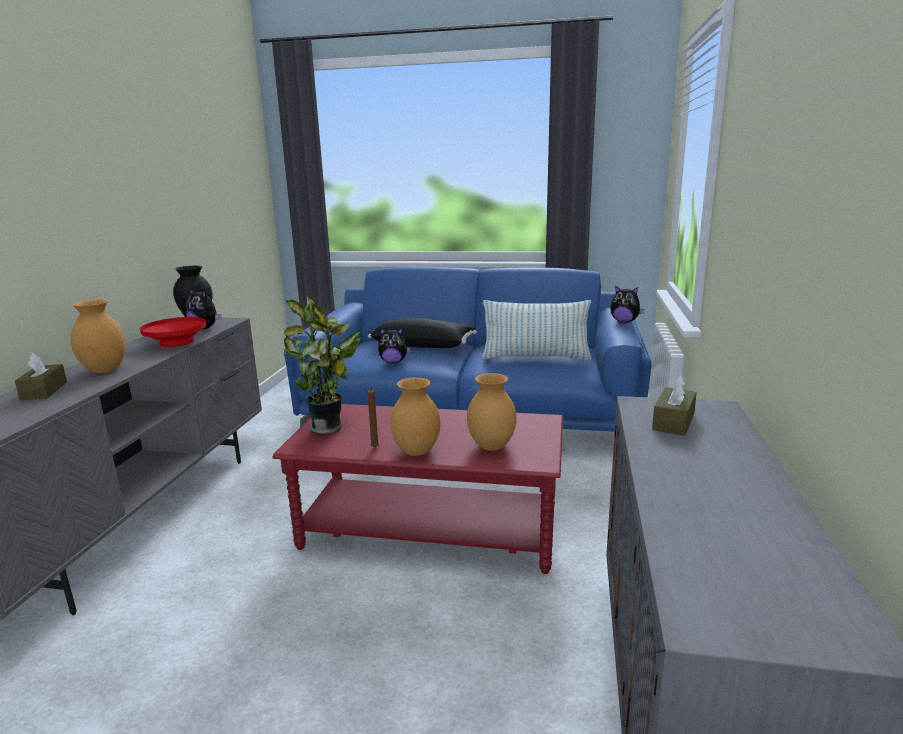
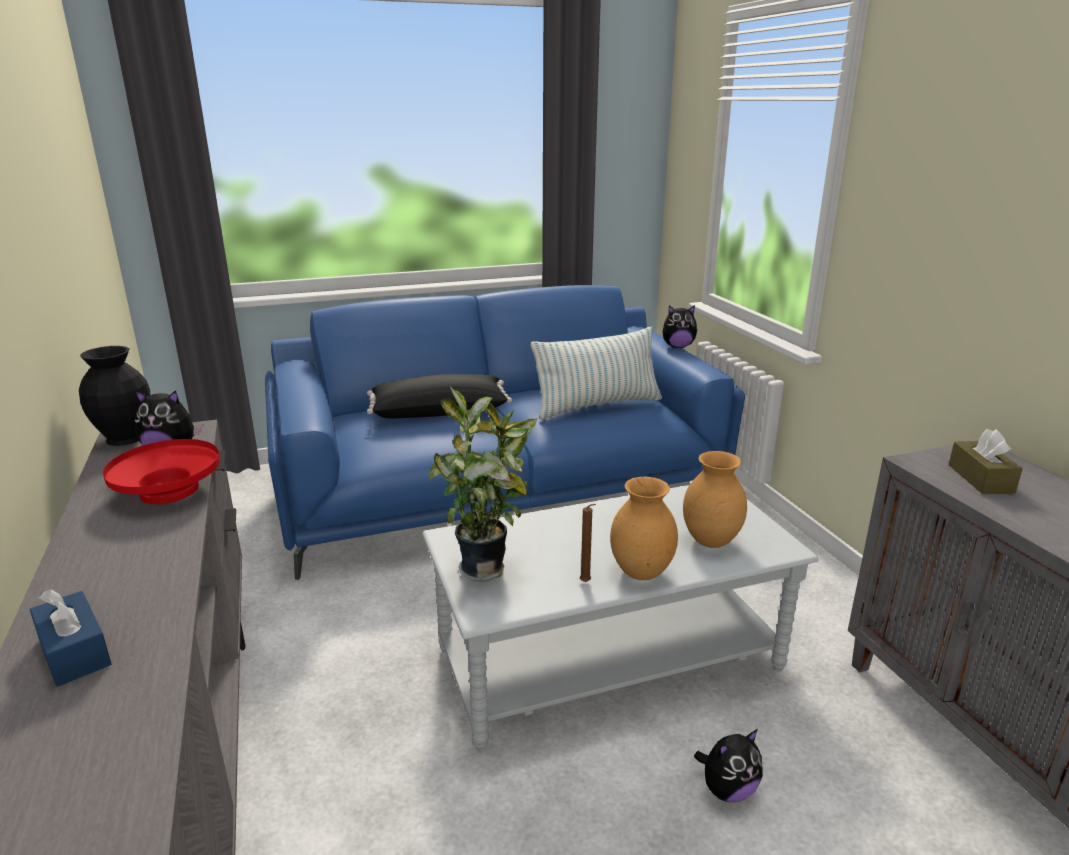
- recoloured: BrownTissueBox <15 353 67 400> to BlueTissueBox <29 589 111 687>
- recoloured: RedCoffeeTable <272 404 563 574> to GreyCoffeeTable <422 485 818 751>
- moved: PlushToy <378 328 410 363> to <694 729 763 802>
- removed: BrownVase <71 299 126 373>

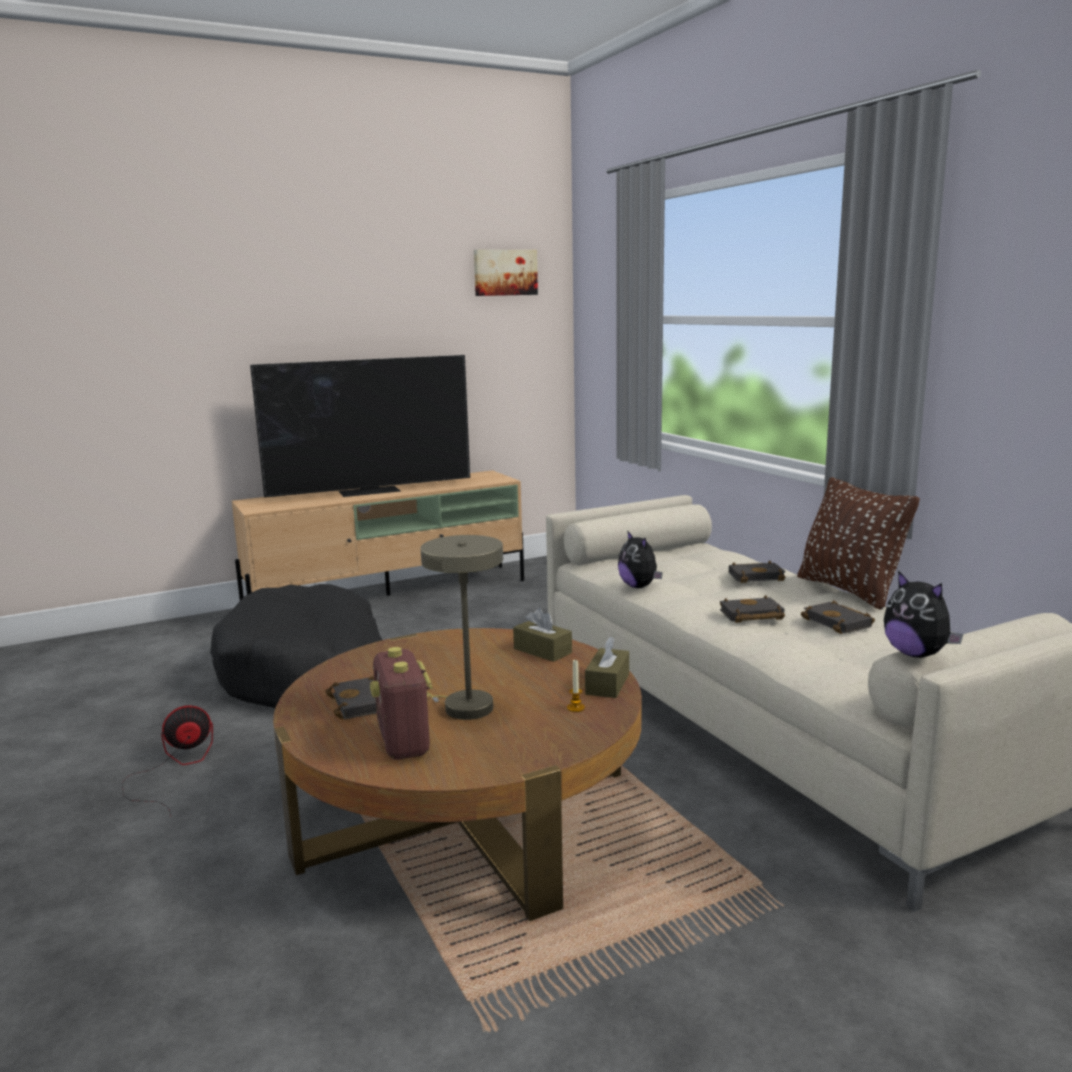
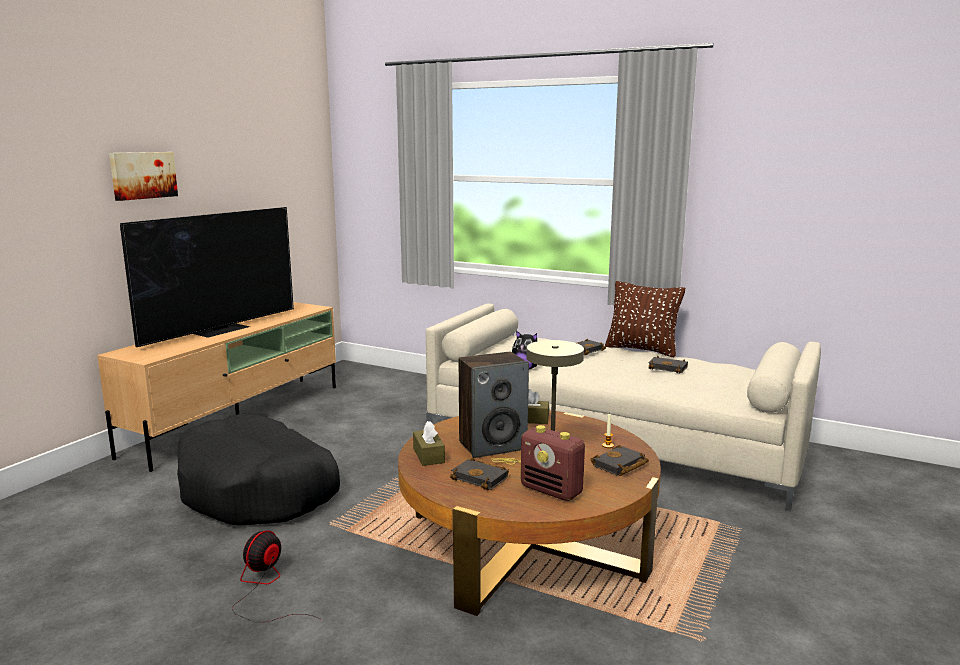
- moved: Picture <474 250 538 296> to <109 152 178 201>
- moved: BrownTissueBox <585 637 629 698> to <413 421 445 466>
- added: Speaker <459 352 529 458>
- moved: BlackBook <720 595 785 623> to <590 445 649 476>
- removed: PlushToy <884 571 963 658>

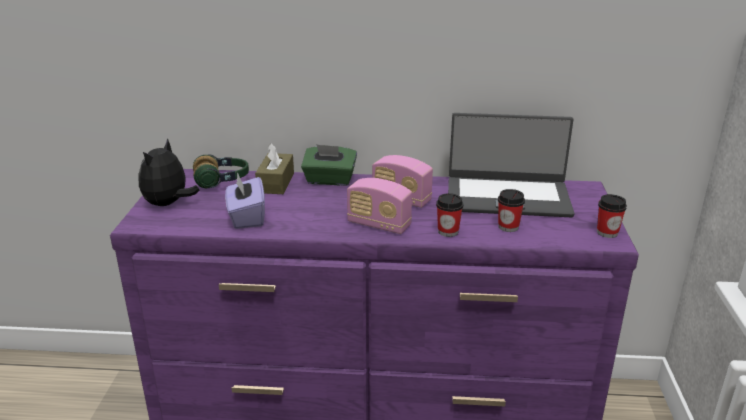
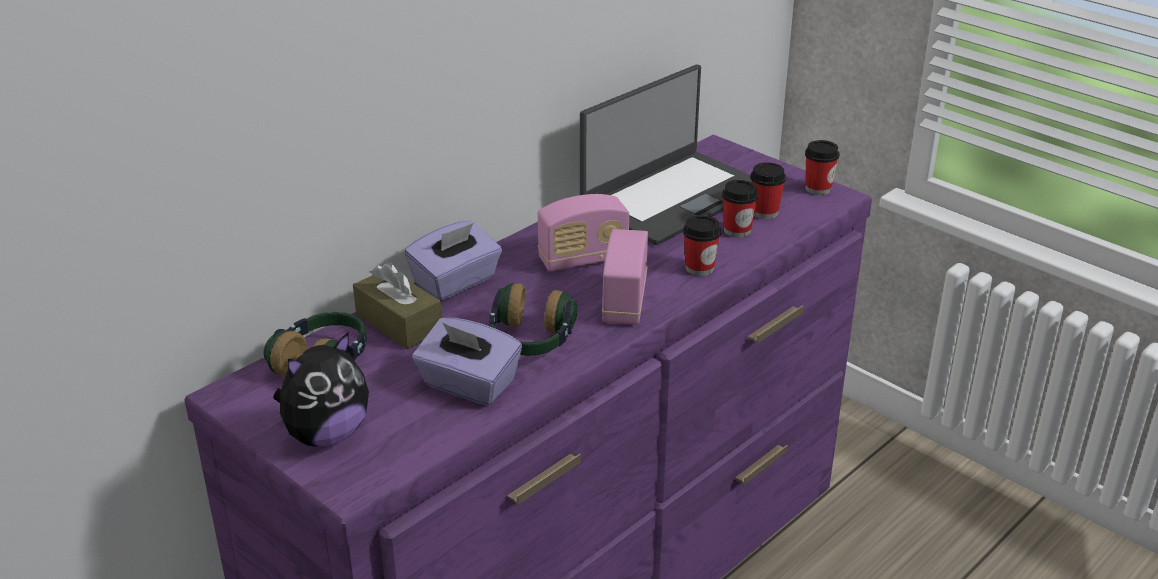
- turned: PlushToy <139 138 200 206> = <273 332 369 447> 105 degrees counterclockwise
- recoloured: GreenTissueBox <301 144 357 186> to PurpleTissueBox <405 221 502 300>
- added: Headphones <489 283 577 356>
- turned: Radio <347 178 412 234> = <602 229 648 324> 120 degrees clockwise
- added: Cup <751 162 786 219>

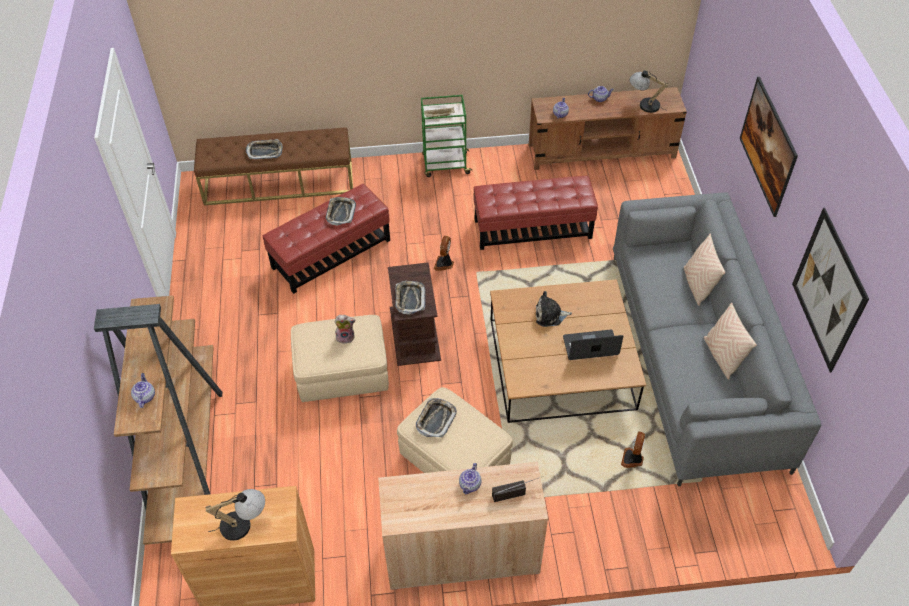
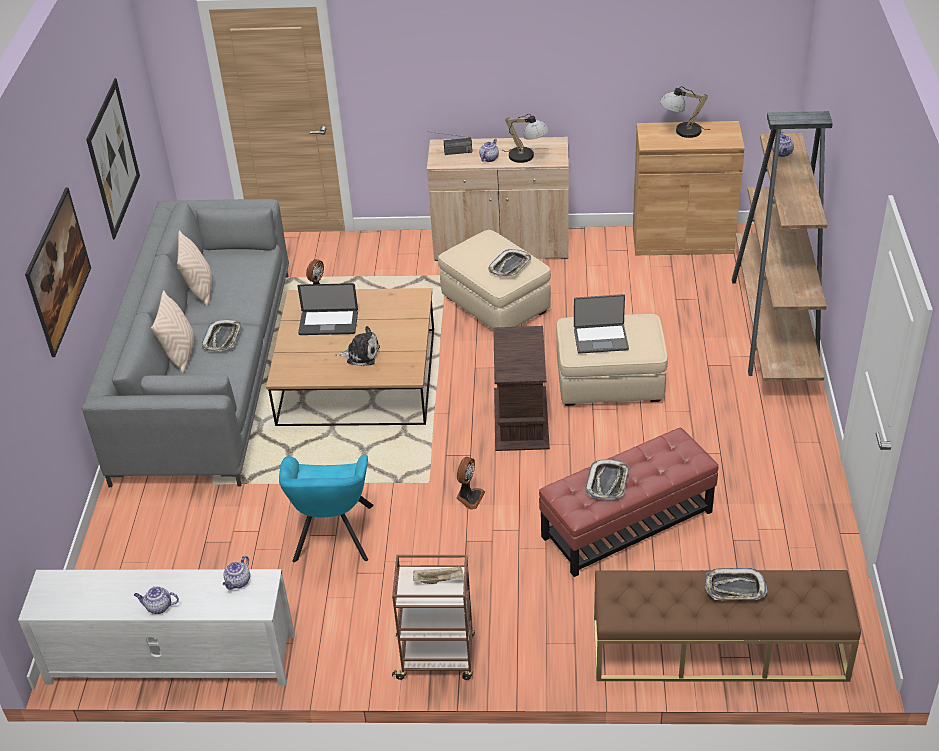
- recoloured: BrownTvStand <529 87 687 170> to WhiteTvStand <18 569 295 685>
- moved: Tray <395 281 426 315> to <202 319 242 351>
- replaced: RedOttoman <474 176 598 250> to TurquoiseArmchair <279 455 373 562>
- recoloured: GreenCart <421 95 473 177> to BrownCart <392 555 475 680>
- moved: TableLamp <630 71 668 113> to <502 114 549 163>
- replaced: PlushToy <334 315 356 344> to Laptop <574 294 629 354>

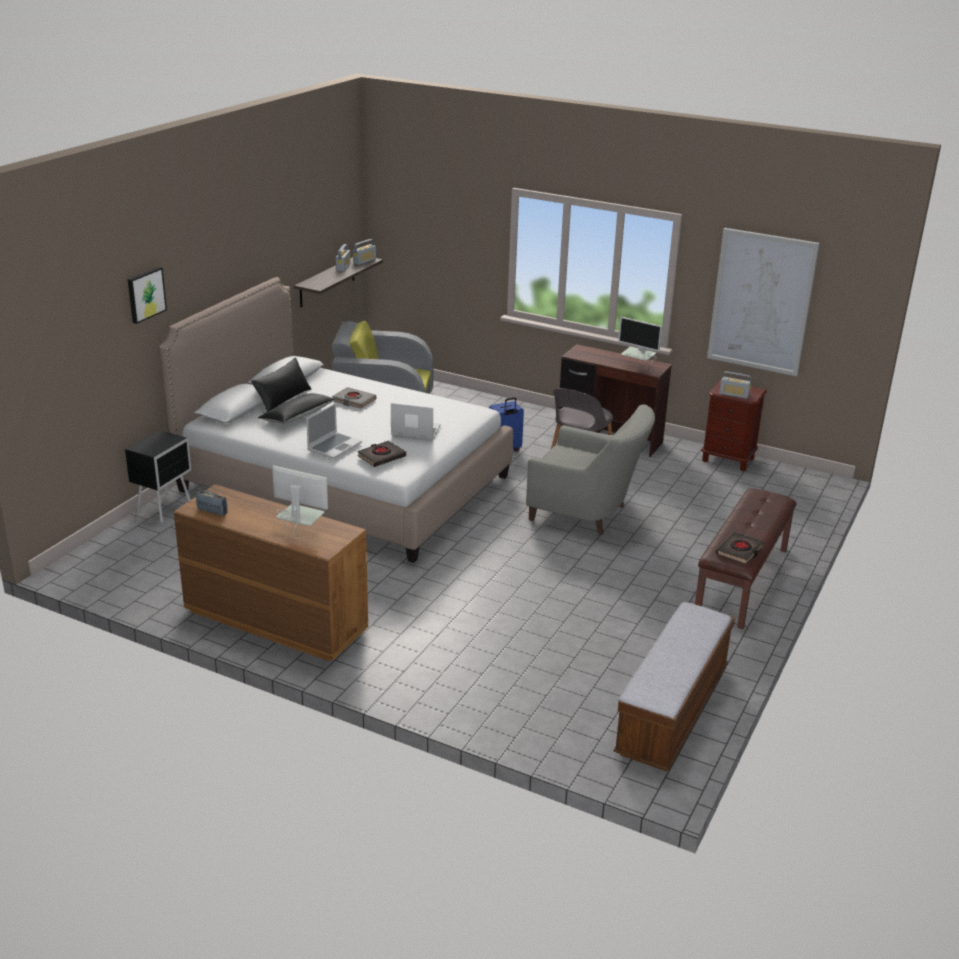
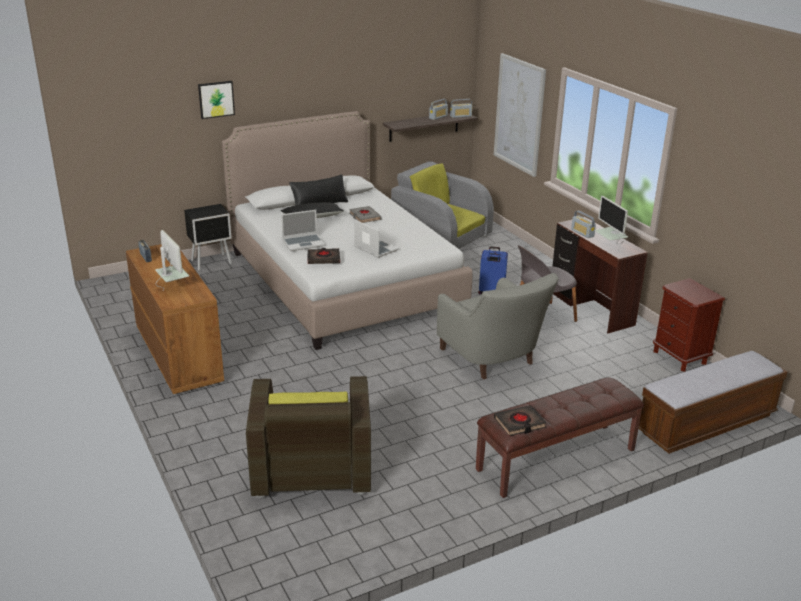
- added: BrownArmchair <246 376 371 499>
- moved: Picture <707 228 820 376> to <494 53 546 177>
- moved: Radio <720 371 752 399> to <571 210 596 238>
- moved: Bench <614 602 735 771> to <638 351 787 454>

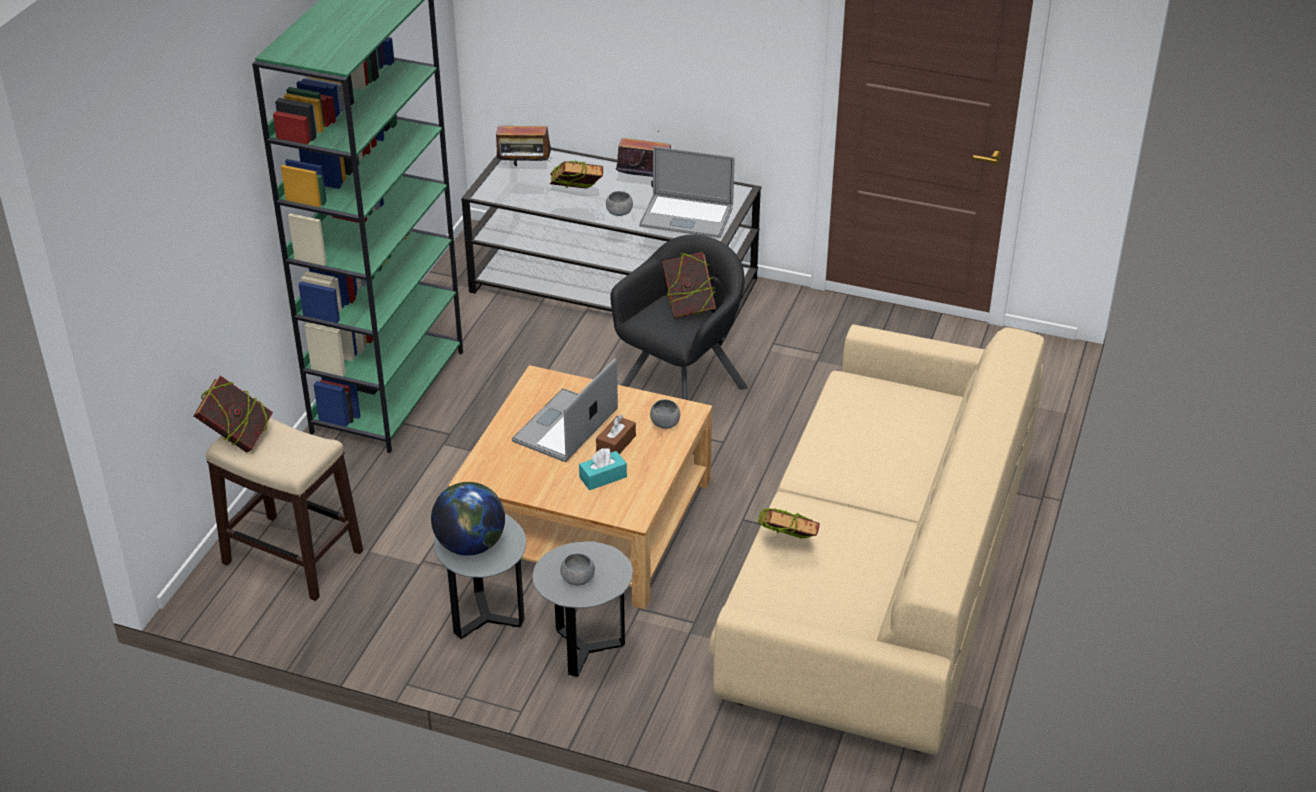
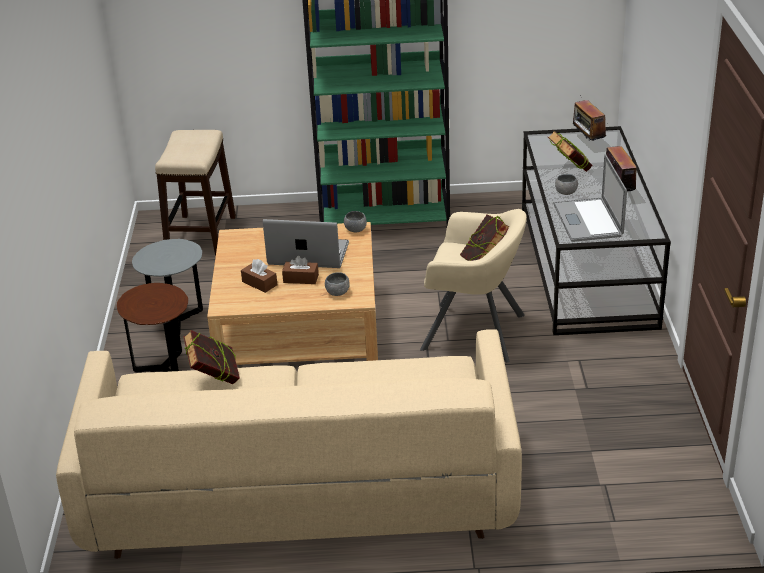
- recoloured: GreySideTable <532 541 633 677> to BrownSideTable <117 283 188 372>
- recoloured: TurquoiseTissueBox <579 448 627 490> to BrownTissueBox <241 259 277 293>
- moved: GreyBowl <560 553 595 586> to <344 211 367 232>
- recoloured: BlackArmchair <611 234 748 400> to BeigeArmchair <420 209 527 363>
- removed: Book <193 376 273 453>
- removed: Globe <431 482 505 556>

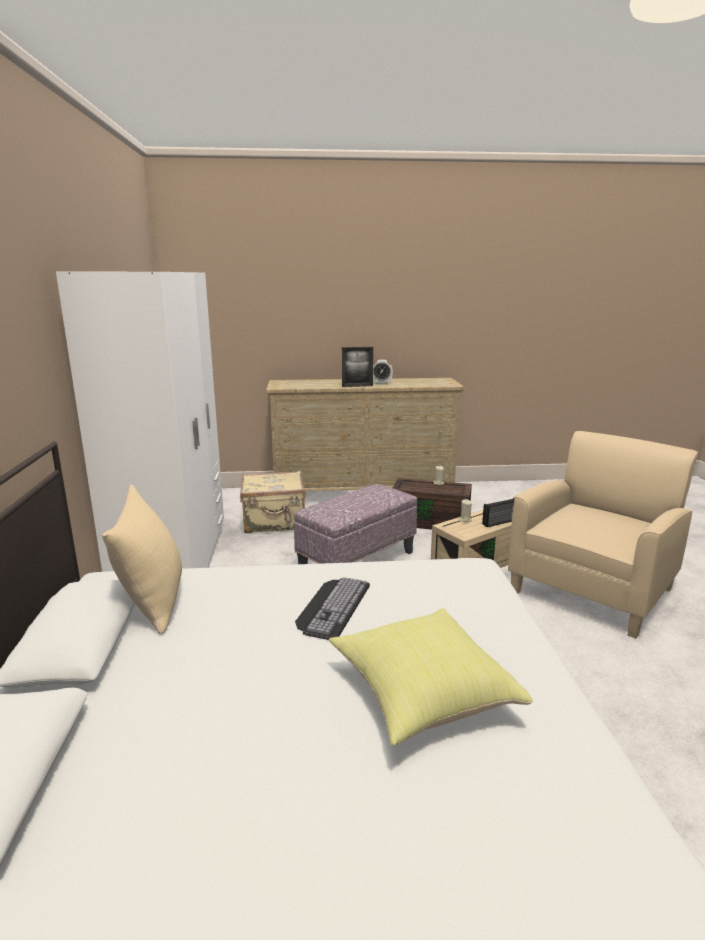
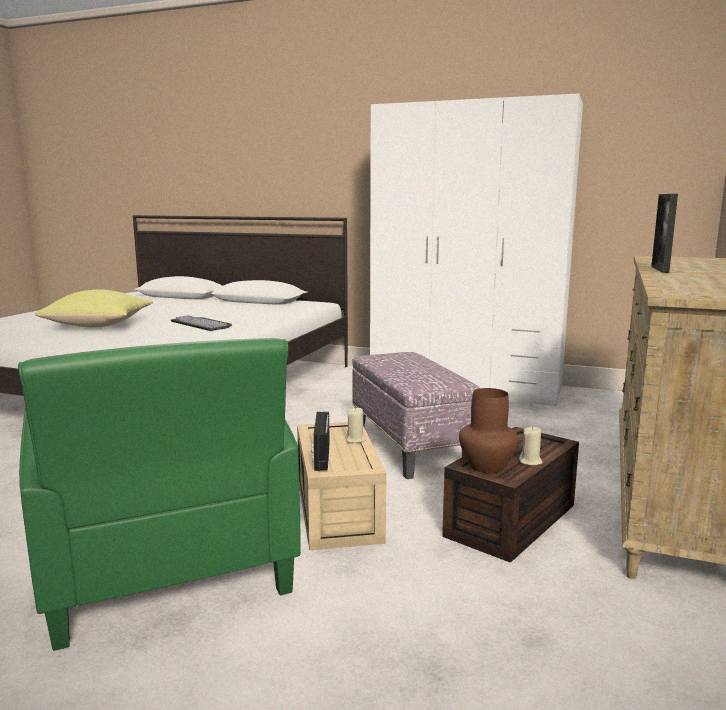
- recoloured: BeigeArmchair <508 431 699 639> to GreenArmchair <18 338 301 651>
- added: BrownVase <459 388 518 473>
- removed: BeigePillow <102 485 182 634>
- removed: BeigeSuitcase <240 471 305 533>
- removed: AlarmClock <373 360 393 384>

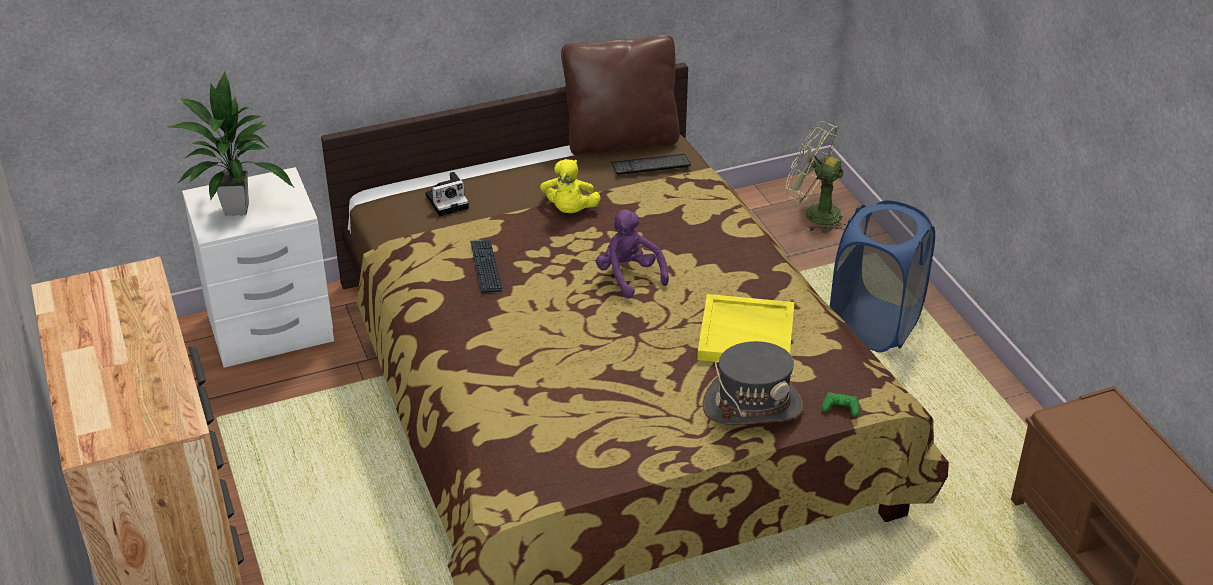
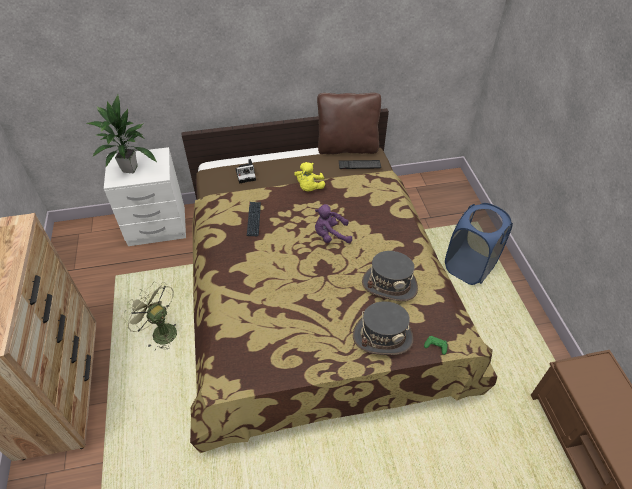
- moved: GreenFan <786 121 847 234> to <122 281 177 349>
- turned: PurplePlushToy <596 209 669 299> = <315 204 352 243> 75 degrees counterclockwise
- replaced: YellowTray <697 294 795 362> to GreyHat <362 251 418 301>

